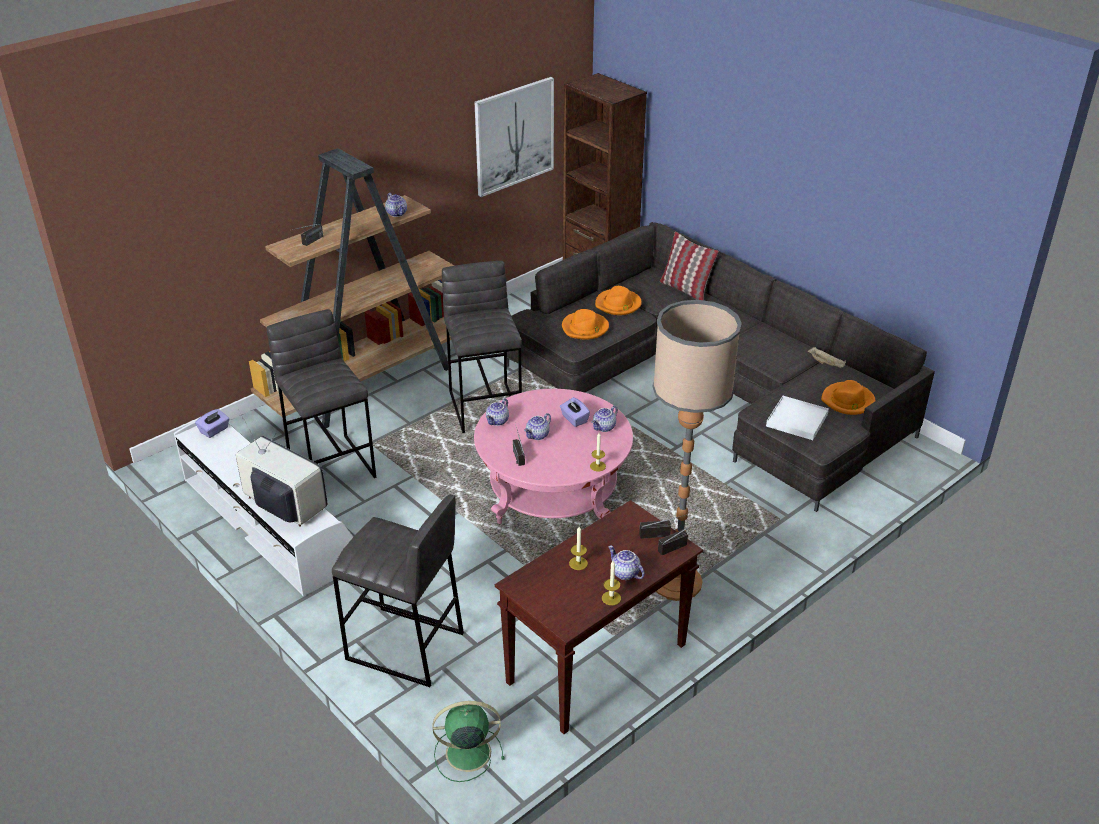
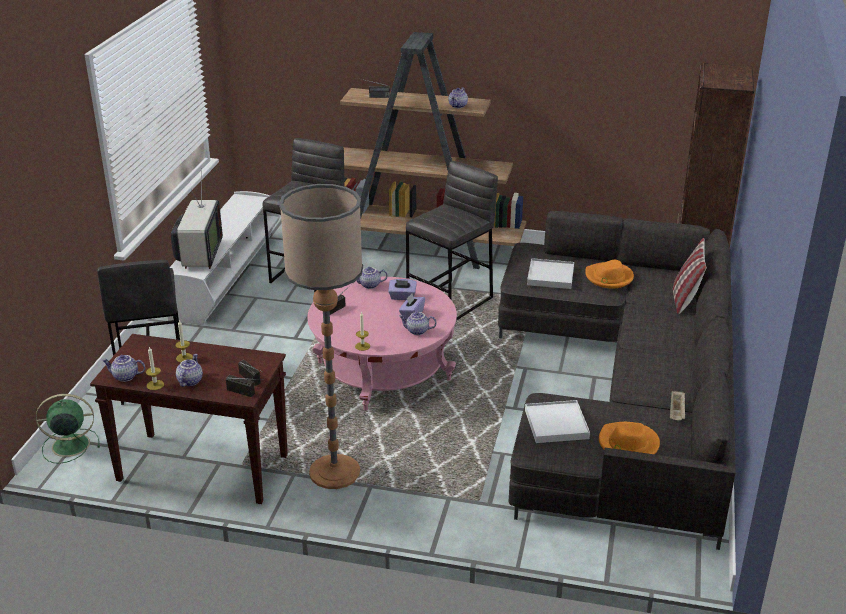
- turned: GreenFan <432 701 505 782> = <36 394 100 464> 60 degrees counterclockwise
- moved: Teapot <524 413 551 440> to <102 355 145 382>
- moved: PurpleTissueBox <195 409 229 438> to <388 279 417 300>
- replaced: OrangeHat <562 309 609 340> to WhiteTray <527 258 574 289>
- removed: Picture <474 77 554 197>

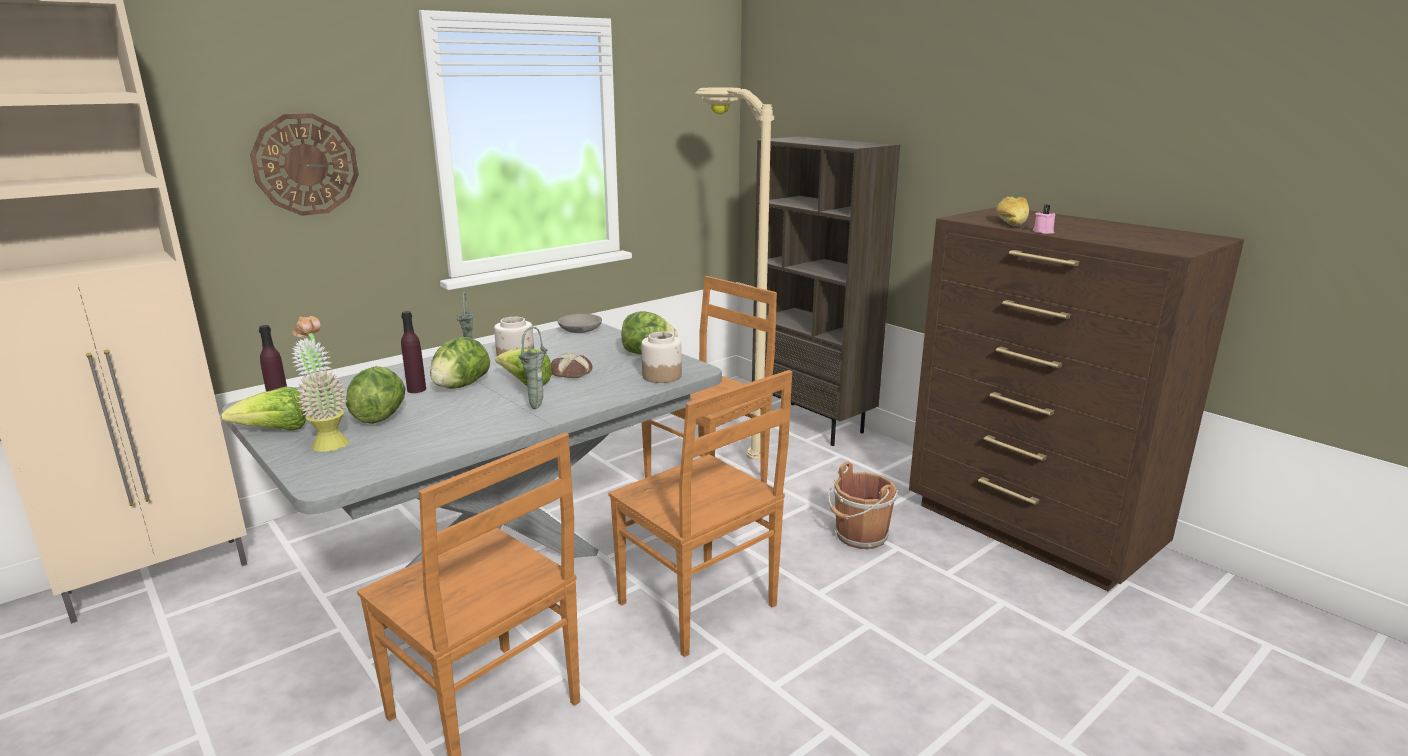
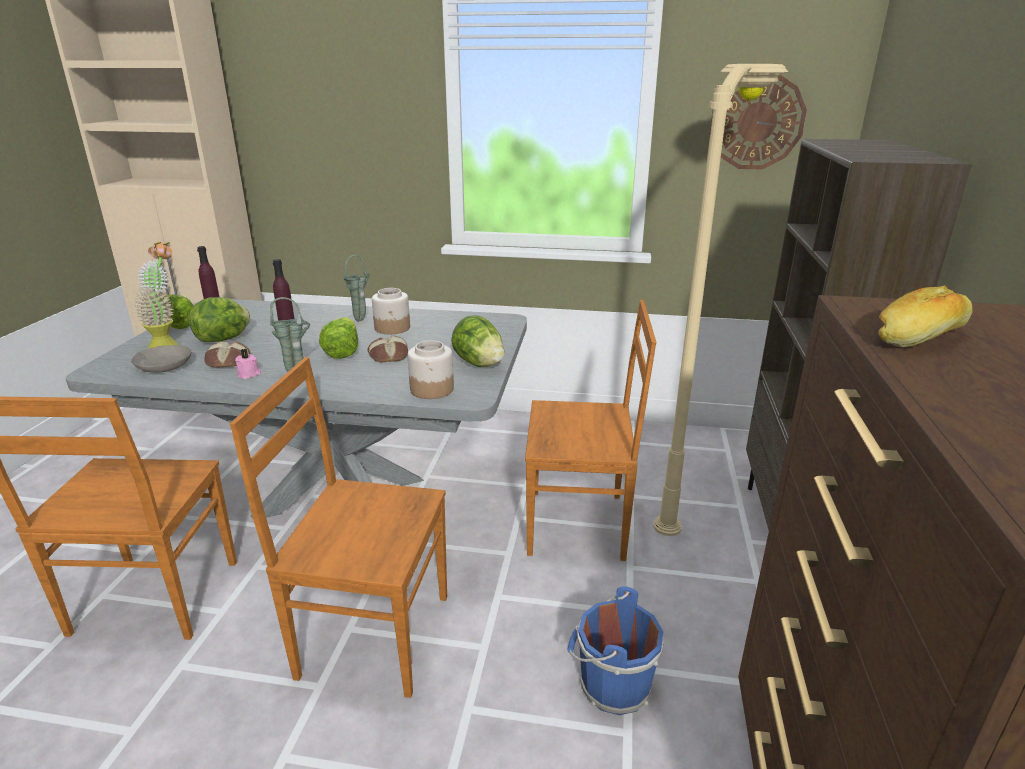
- moved: GreyBowl <558 313 602 333> to <131 345 191 372>
- added: Bread <204 341 251 368>
- turned: BrownChair <608 370 793 657> = <230 357 447 698> 90 degrees clockwise
- moved: PinkCandle <1033 204 1055 234> to <235 349 261 379>
- recoloured: BrownBucket <828 462 898 549> to BlueBucket <567 586 664 715>
- moved: WallClock <250 113 359 216> to <709 75 807 170>
- removed: Lettuce <430 337 490 389>

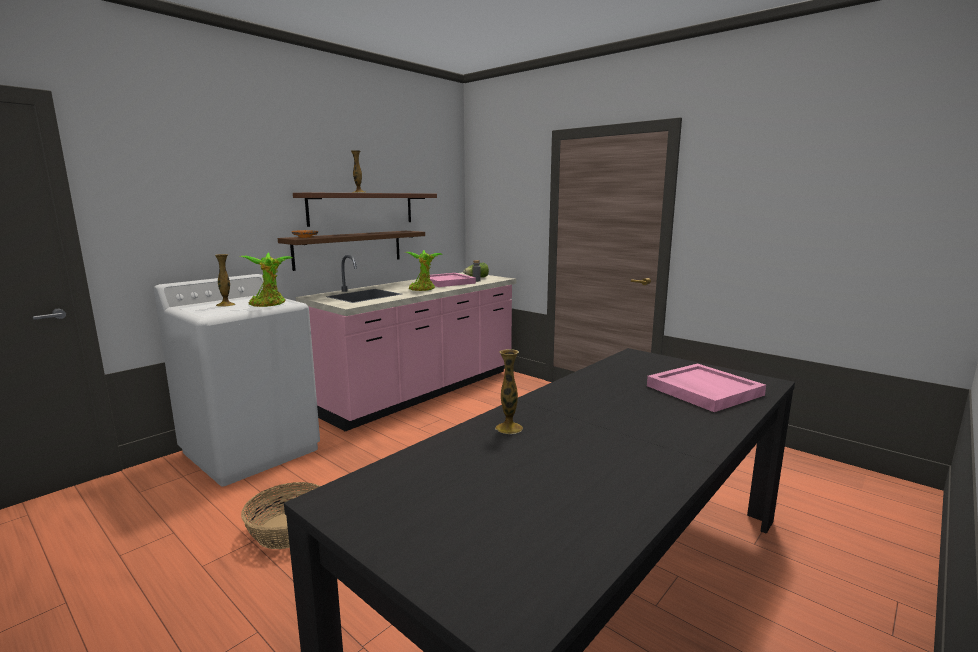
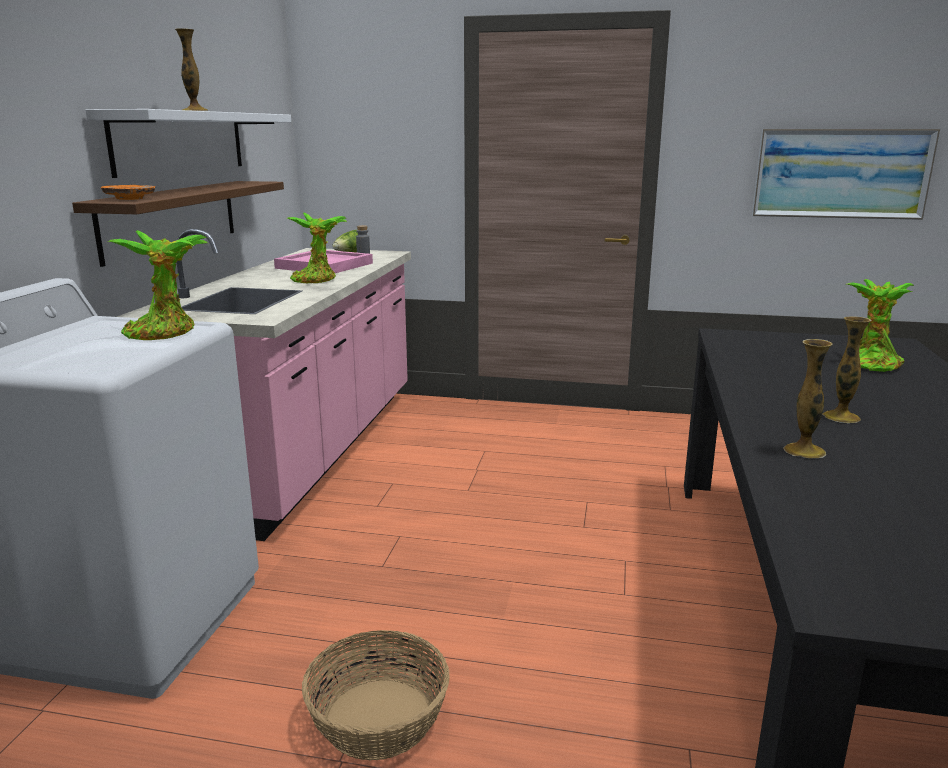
- recoloured: BrownShelf <293 193 437 227> to WhiteShelf <85 109 291 178>
- added: Picture <752 129 940 220>
- moved: Vase <215 254 236 307> to <822 316 872 423>
- replaced: PinkTray <647 363 766 412> to PottedPlant <847 279 914 372>

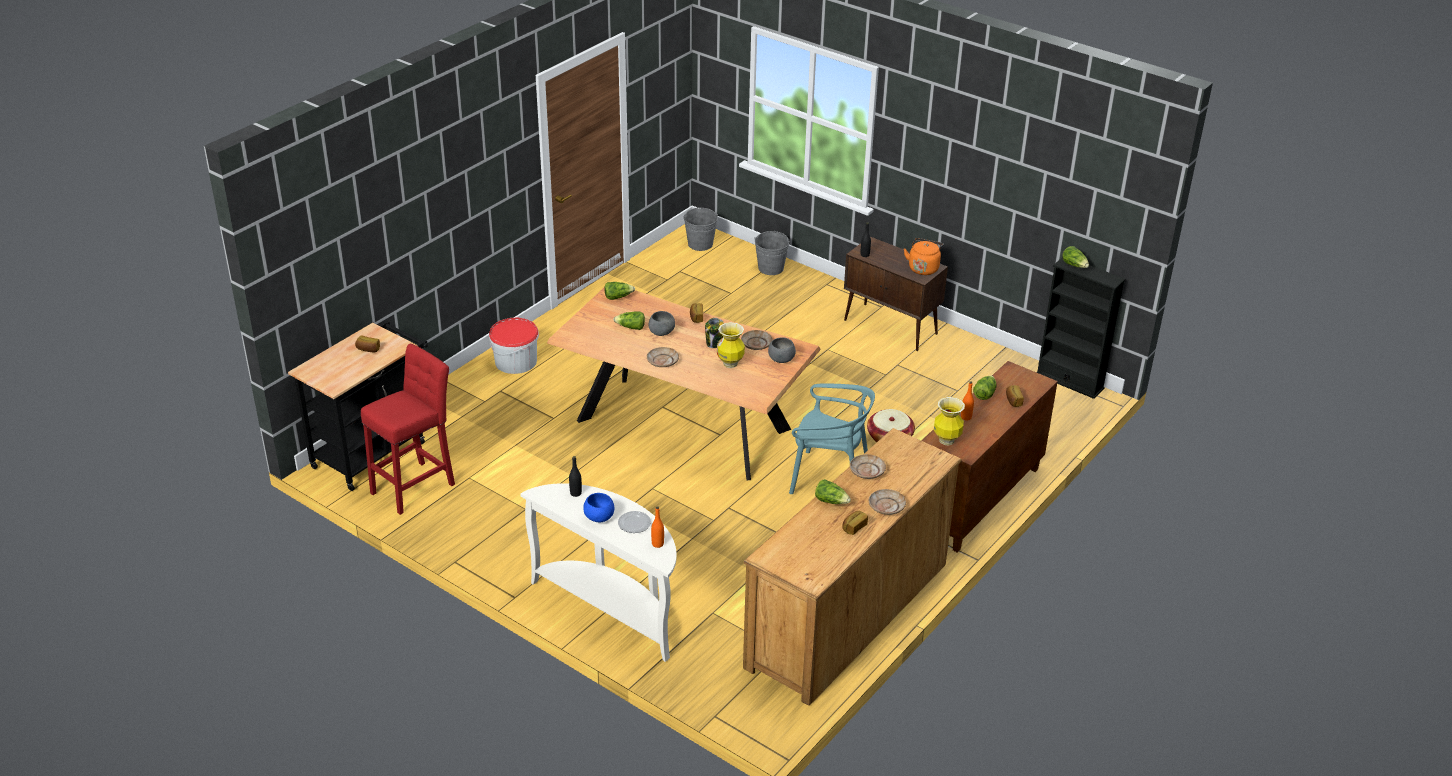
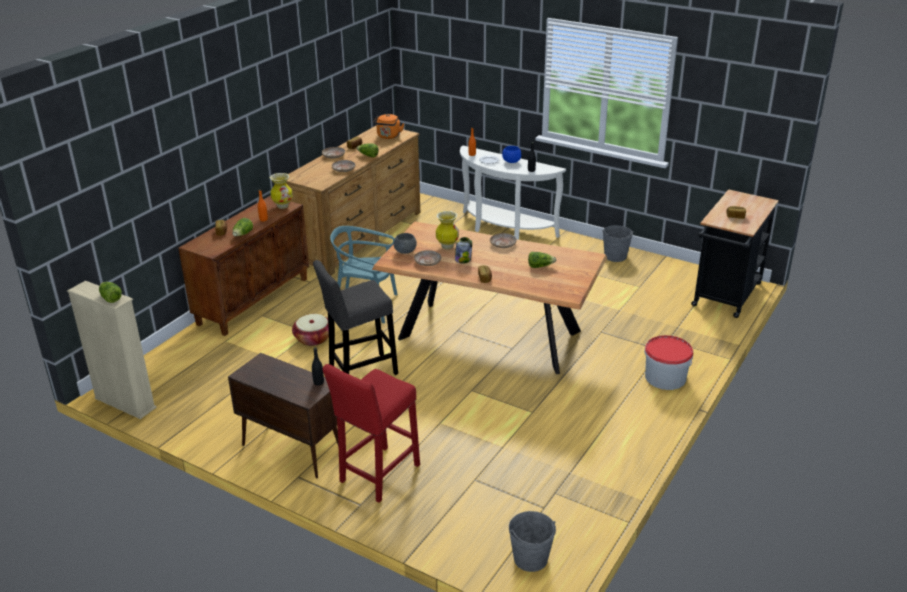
- recoloured: BlackBookcase <1037 257 1126 399> to BeigeBookcase <67 281 157 419>
- added: GreyStool <313 260 398 375>
- moved: RedStool <361 344 455 515> to <322 364 420 503>
- moved: OrangeKettle <904 238 944 275> to <374 114 405 139>
- moved: GreyBucket <754 231 790 275> to <602 225 634 262>
- removed: Lettuce <604 282 635 300>
- removed: GreyBowl <649 311 675 336>

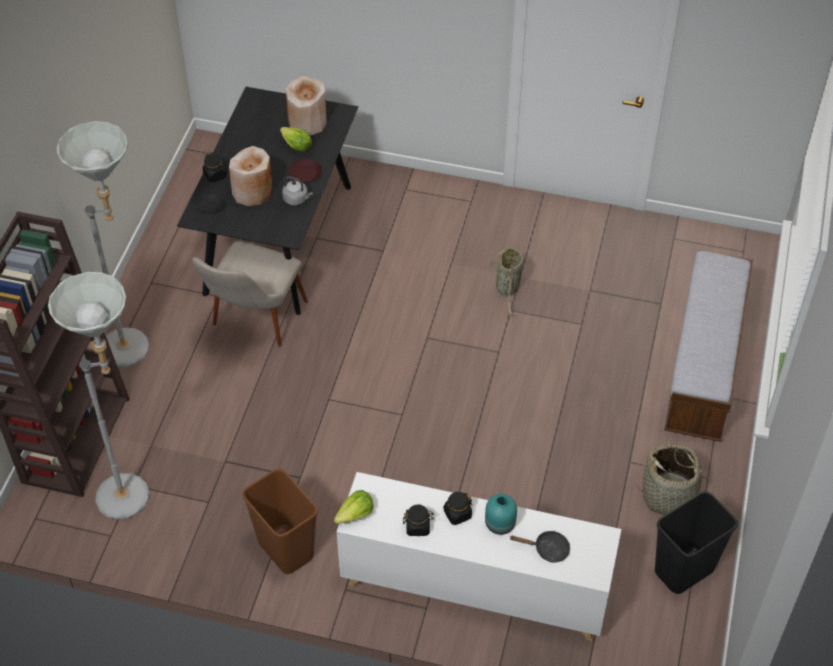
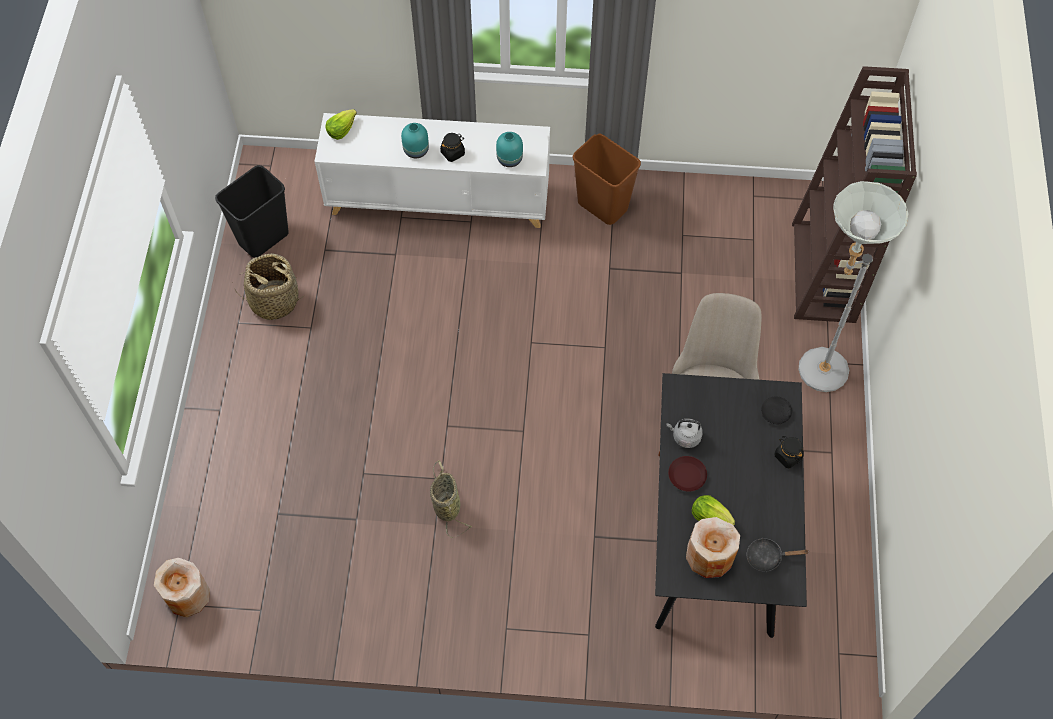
- moved: BeigeVase <229 146 272 206> to <154 558 210 618>
- moved: Lettuce <334 490 374 524> to <325 109 357 140>
- added: TurquoiseVase <496 132 523 167>
- moved: BlackFryingPan <509 531 570 562> to <747 538 808 572>
- removed: GreyFloorLamp <48 272 149 519>
- removed: BlackJar <403 504 434 536>
- removed: Bench <664 250 753 442>

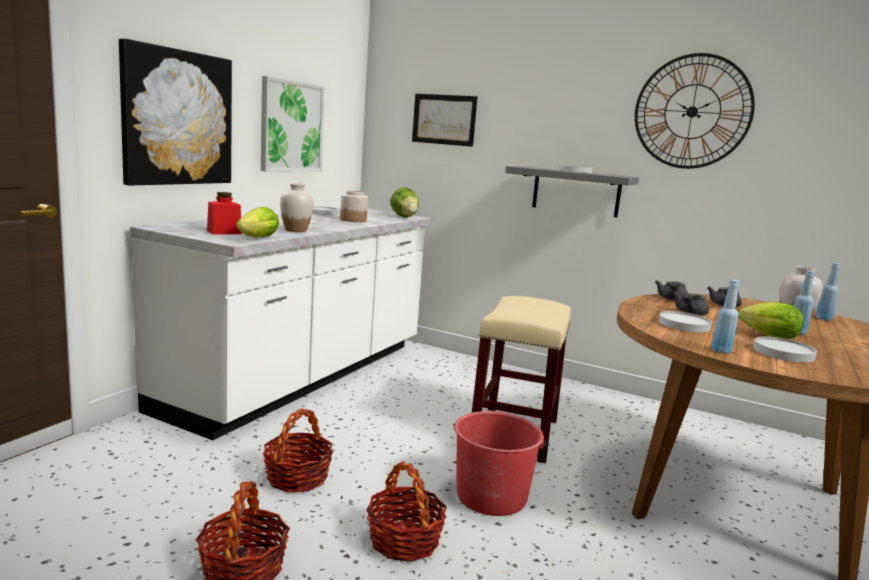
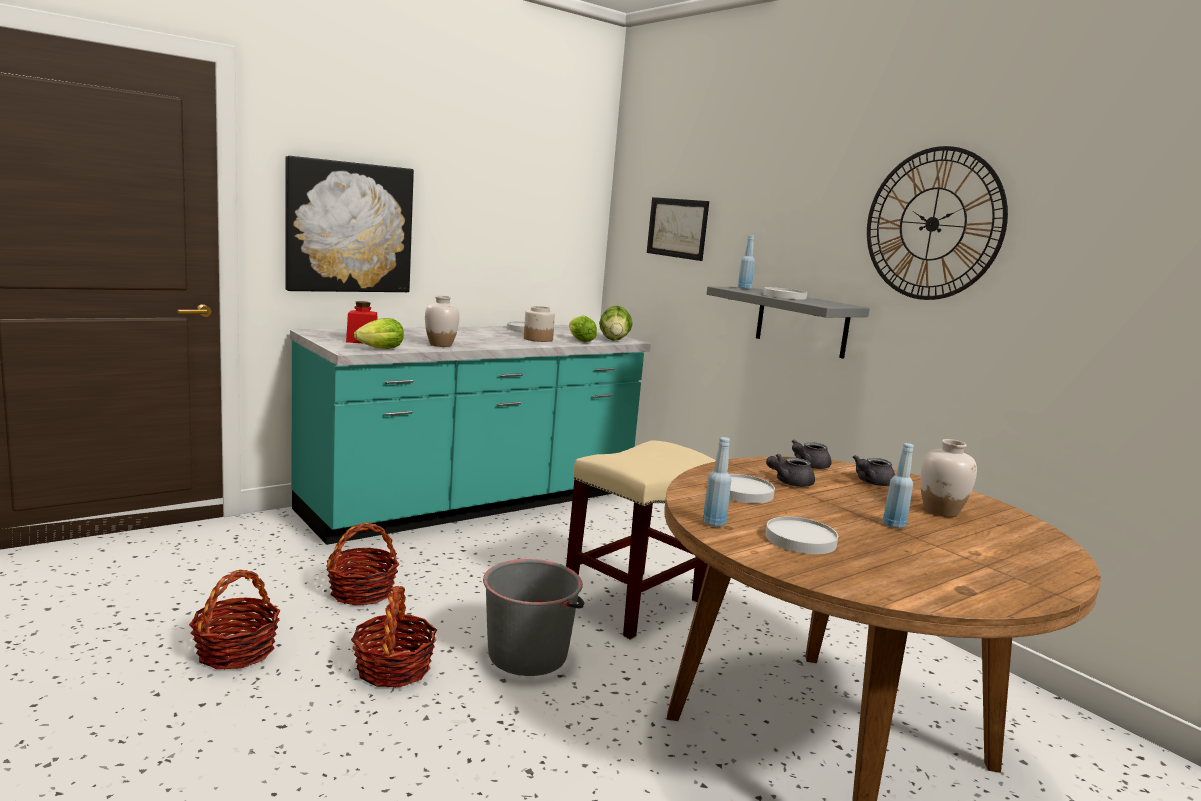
- recoloured: WhiteCounter <130 208 432 440> to TurquoiseCounter <290 325 651 545>
- recoloured: RedBucket <453 411 547 516> to GreyBucket <483 559 584 676>
- moved: Lettuce <738 302 803 339> to <569 316 597 343>
- moved: BlueBottle <815 263 840 321> to <738 235 755 289>
- removed: Picture <261 76 325 172>

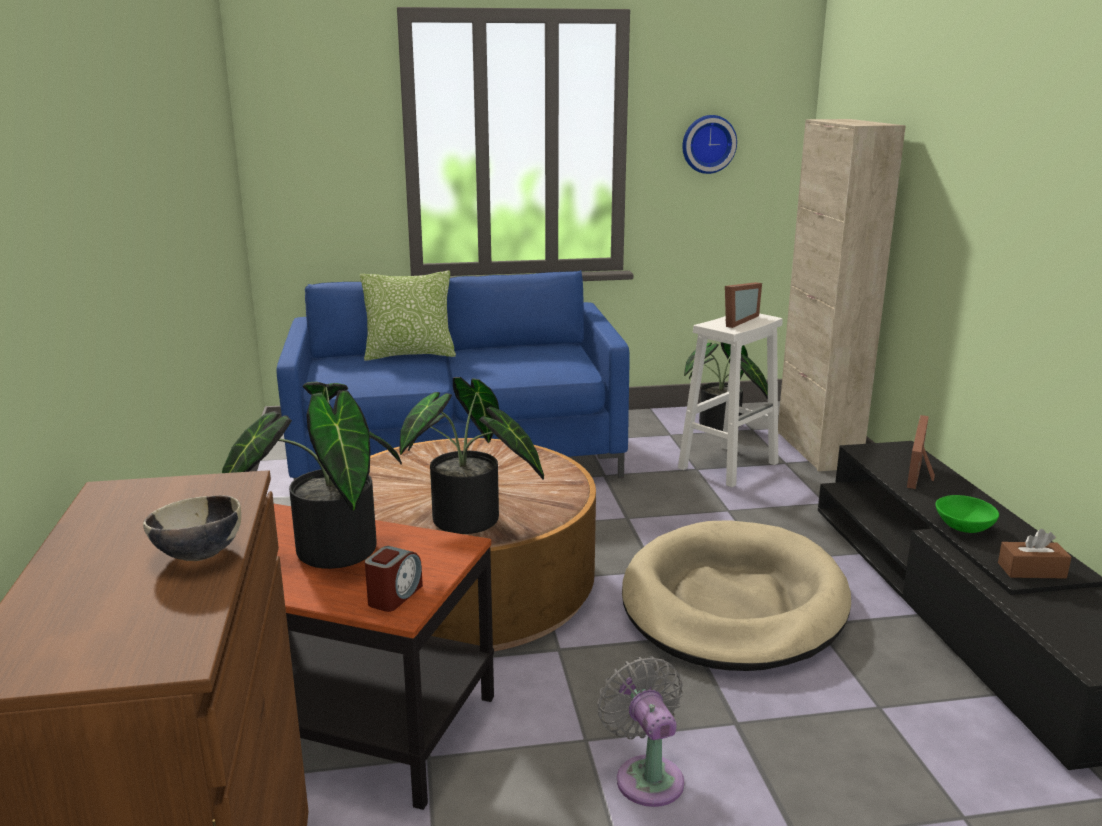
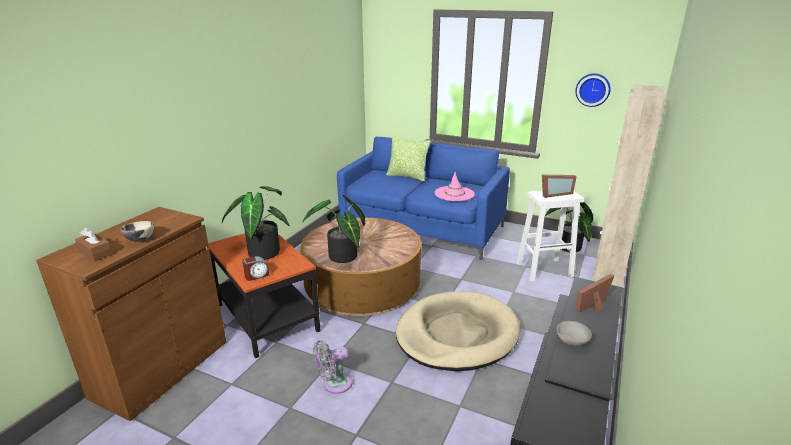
- moved: BrownTissueBox <998 529 1072 579> to <75 228 112 261>
- turned: GreyFan <597 656 684 807> = <313 341 353 394> 135 degrees counterclockwise
- added: PinkHat <435 172 475 201>
- recoloured: GreenBowl <936 495 999 533> to GreyBowl <557 321 592 346>

